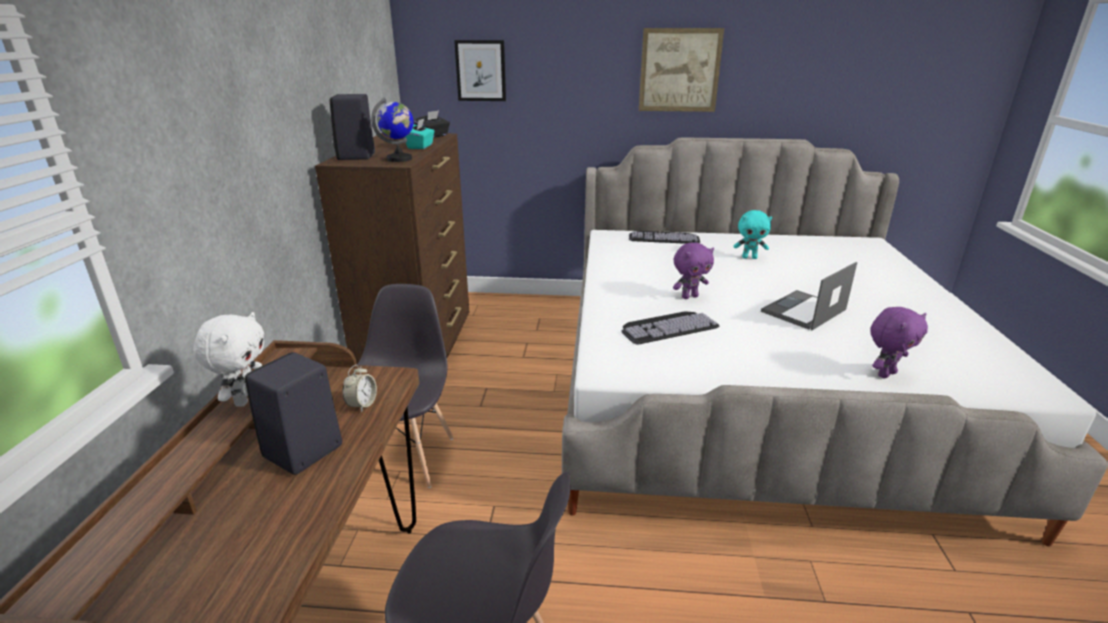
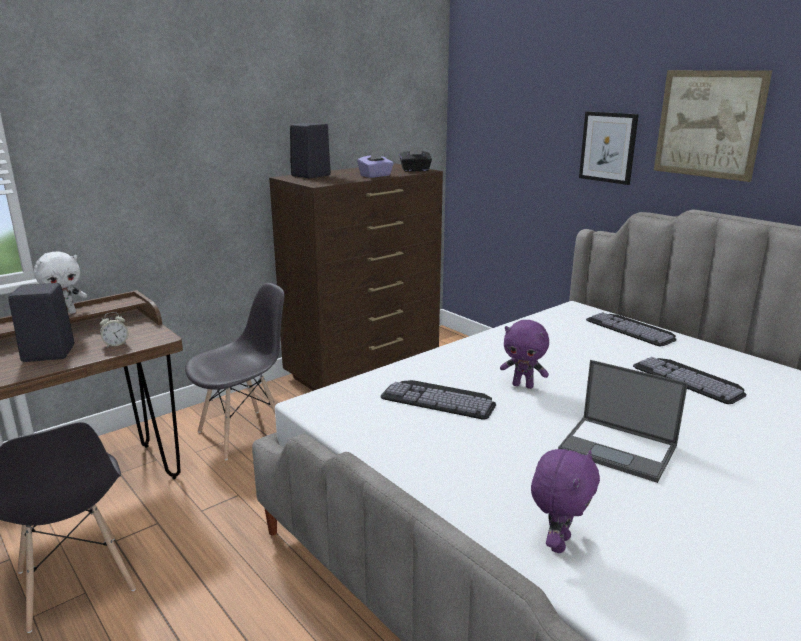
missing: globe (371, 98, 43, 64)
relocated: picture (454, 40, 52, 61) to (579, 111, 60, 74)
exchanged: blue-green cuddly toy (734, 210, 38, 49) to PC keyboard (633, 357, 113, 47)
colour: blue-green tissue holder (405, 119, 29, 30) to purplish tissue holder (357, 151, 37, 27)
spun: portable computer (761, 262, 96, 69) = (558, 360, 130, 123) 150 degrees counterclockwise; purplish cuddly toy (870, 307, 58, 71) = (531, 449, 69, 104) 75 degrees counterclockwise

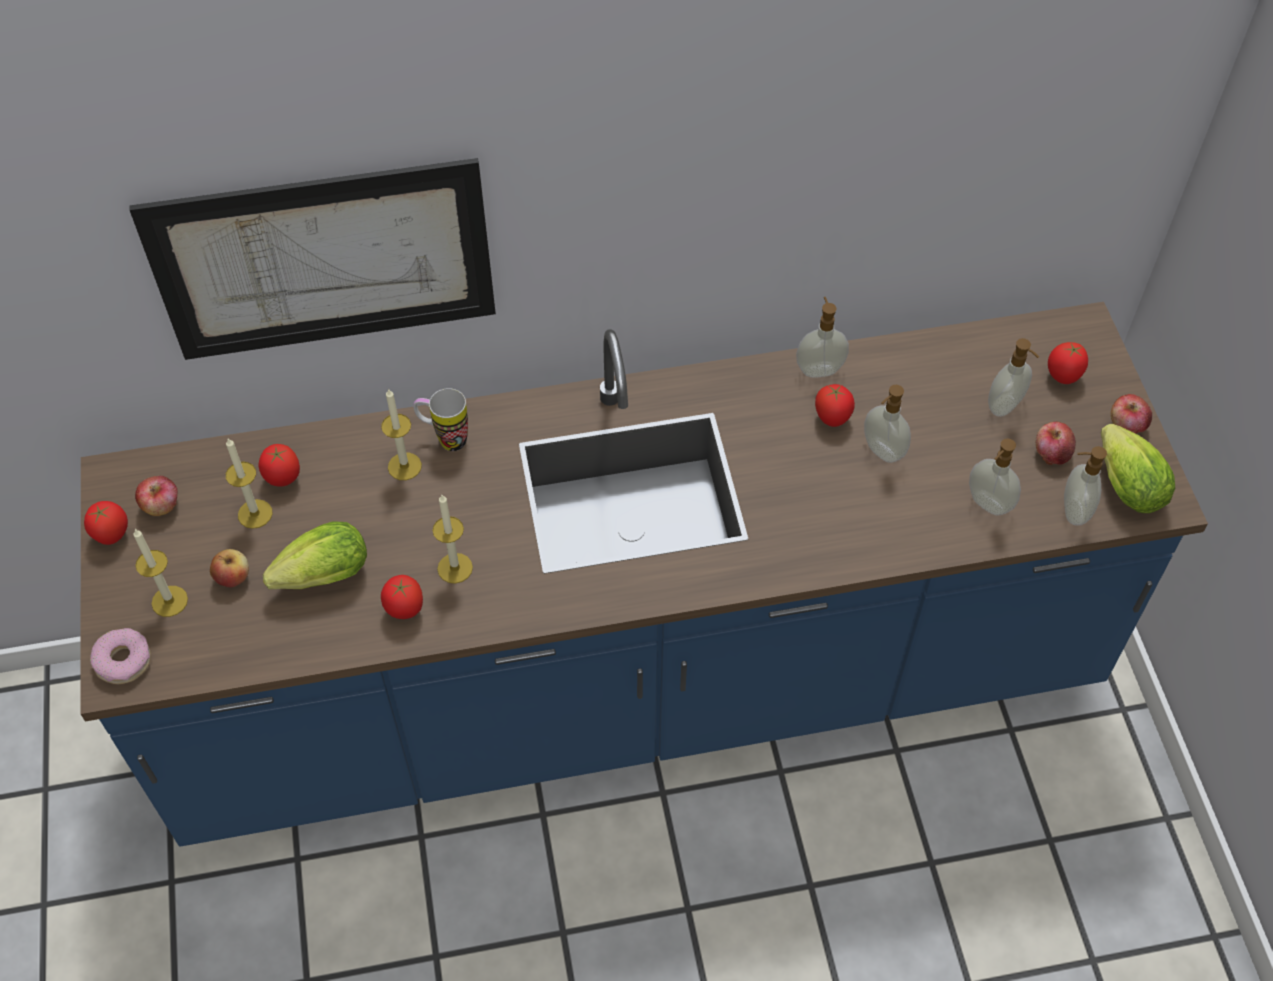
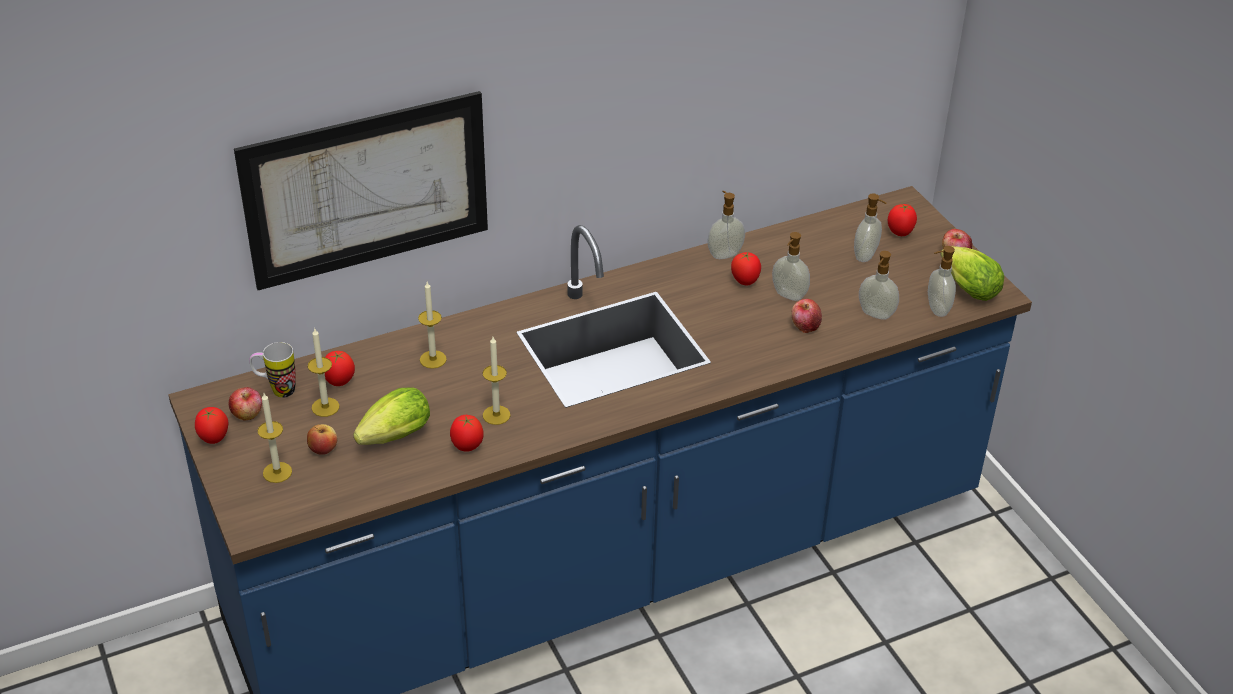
missing: doughnut (90, 628, 61, 56)
relocated: coffee mug (413, 388, 55, 63) to (249, 342, 47, 56); apple fruit (1036, 422, 40, 43) to (791, 299, 31, 34)

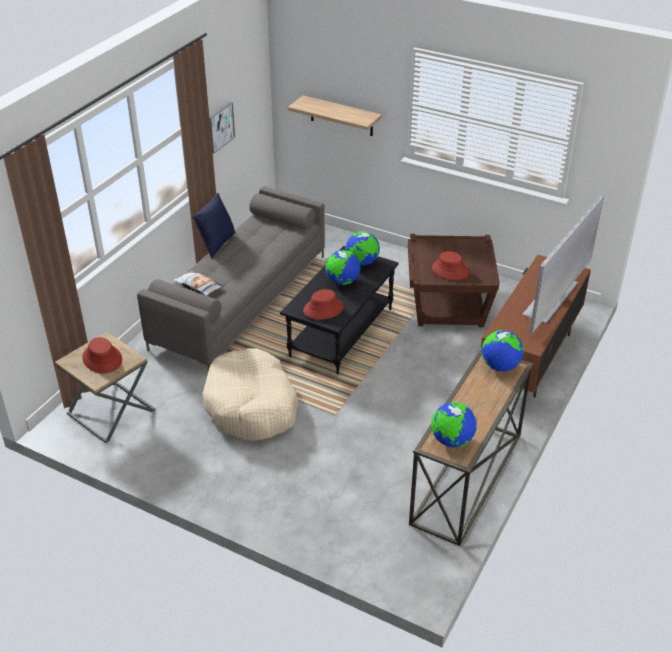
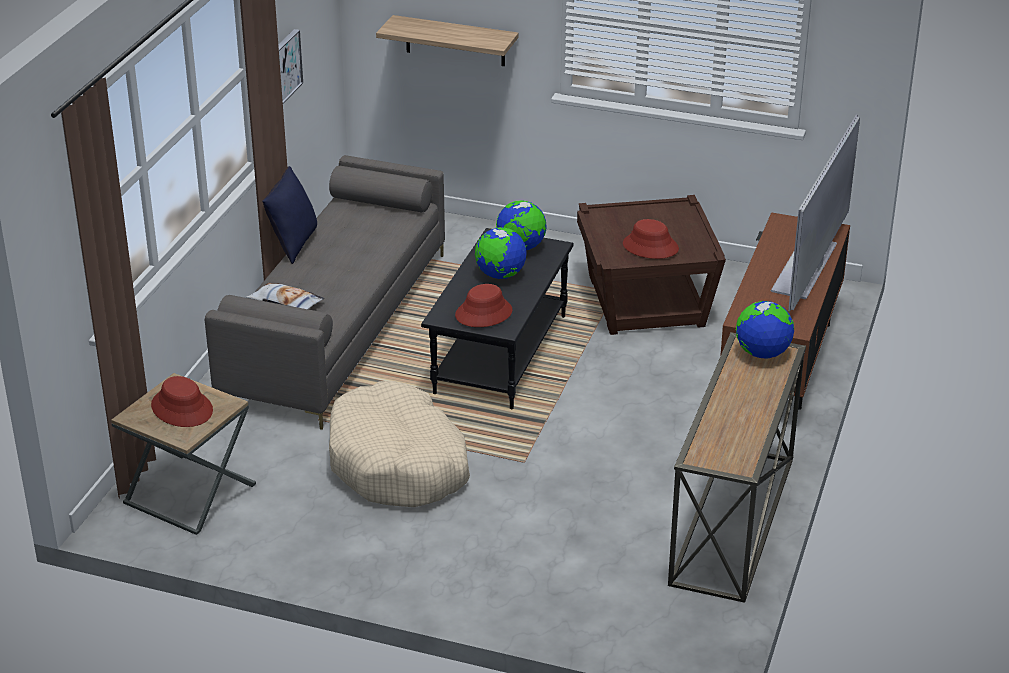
missing: globe (431, 402, 46, 46)

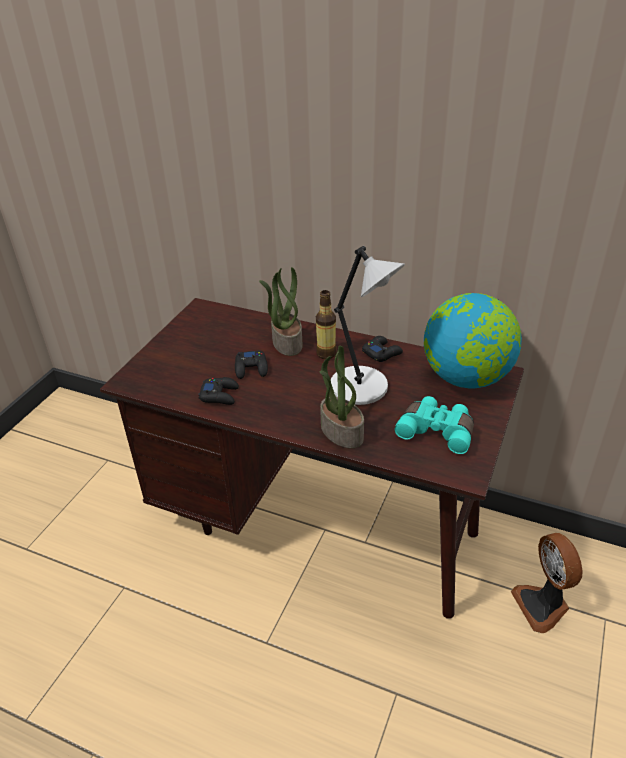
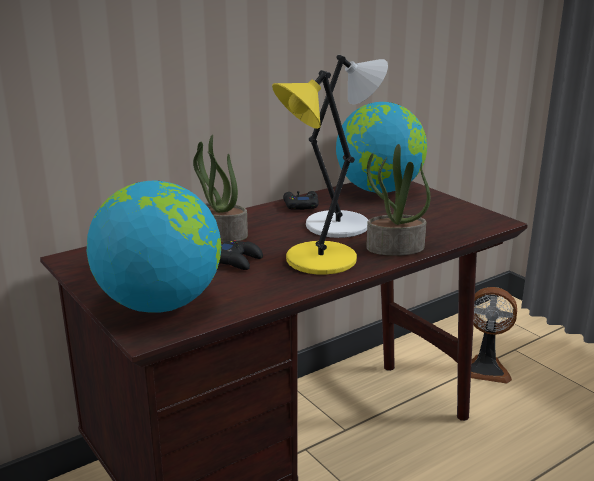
missing: bottle (316, 290, 21, 69); black game controller (198, 377, 41, 28); blue-green field glasses (395, 396, 79, 58)
appeared: yellowish lamp for a table (272, 70, 85, 205); globe (87, 181, 134, 132)

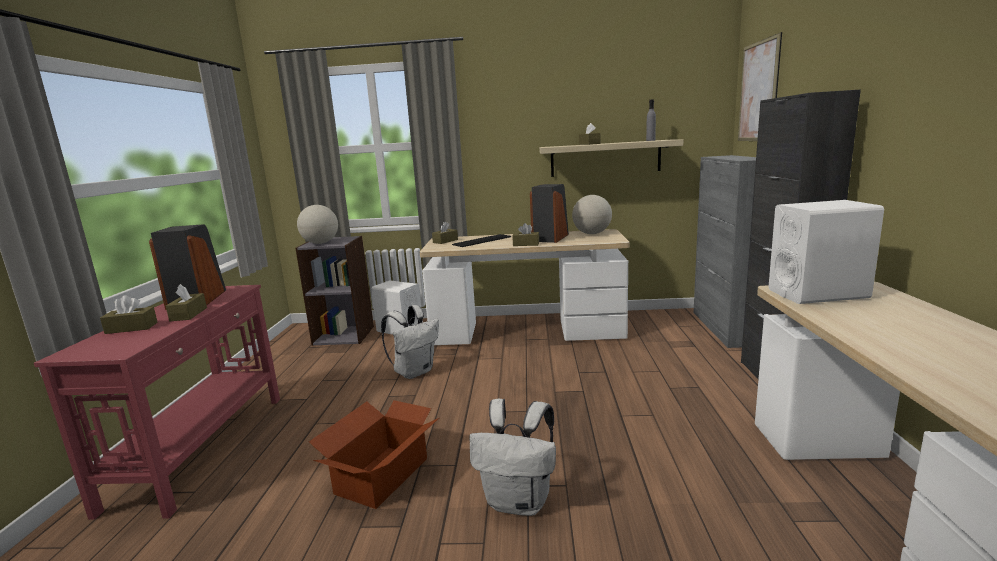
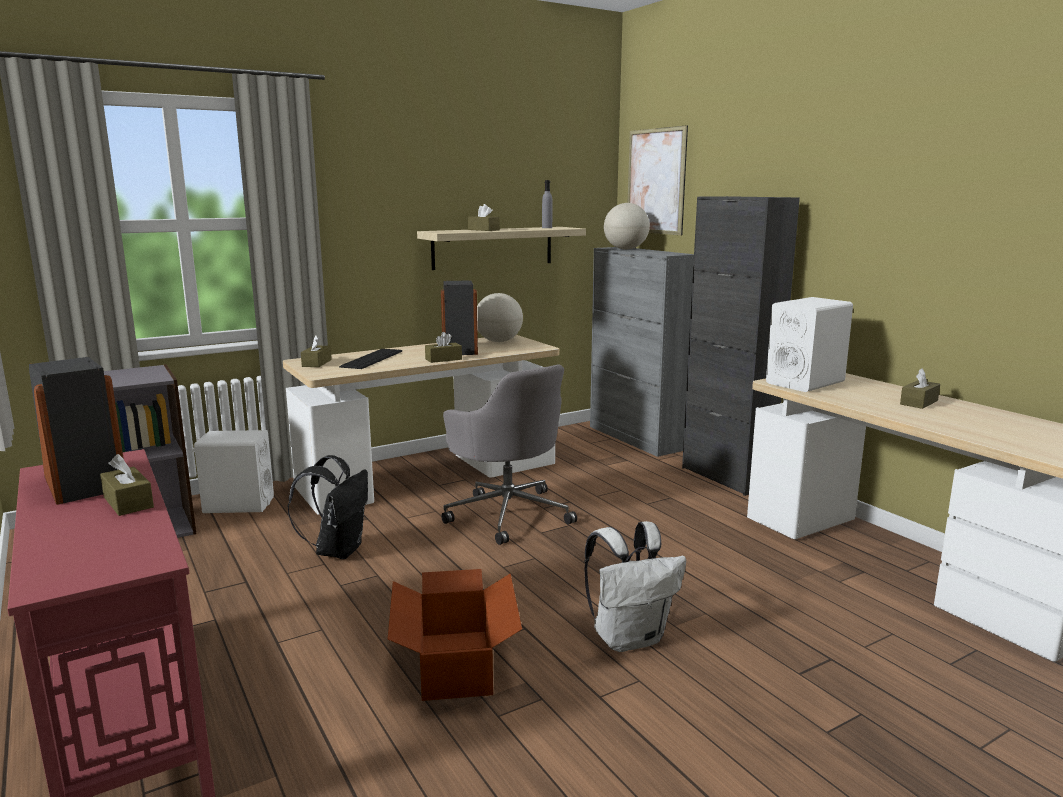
appeared: grey desk chair (441, 365, 136, 180)
relocated: globe (297, 205, 41, 39) to (604, 203, 46, 47); brown tissue holder (100, 295, 57, 39) to (900, 368, 40, 41)
colour: white knapsack (381, 305, 58, 74) to black knapsack (288, 455, 80, 104)

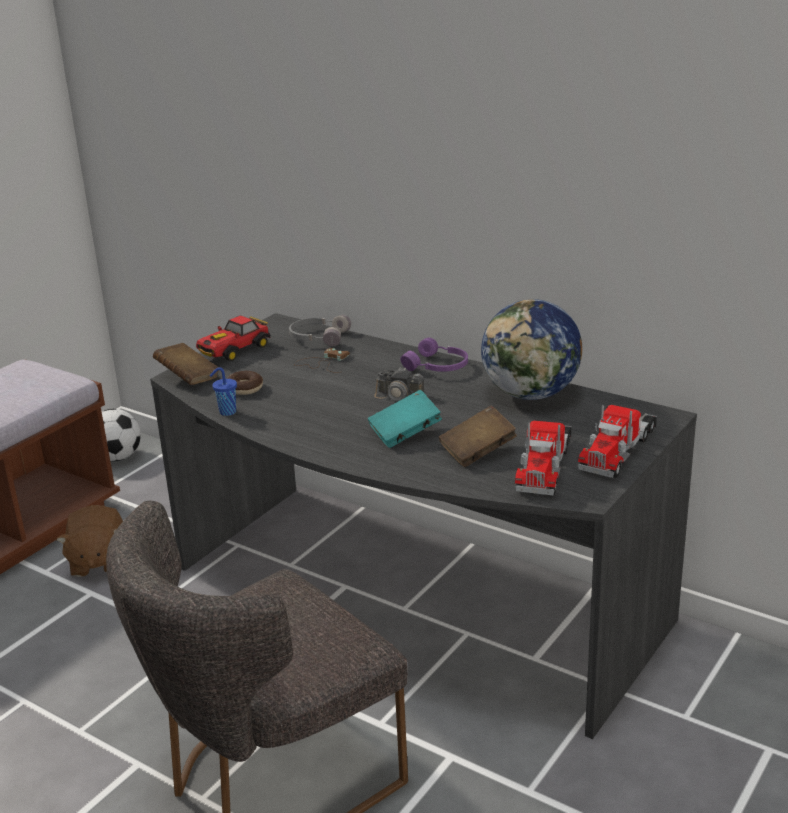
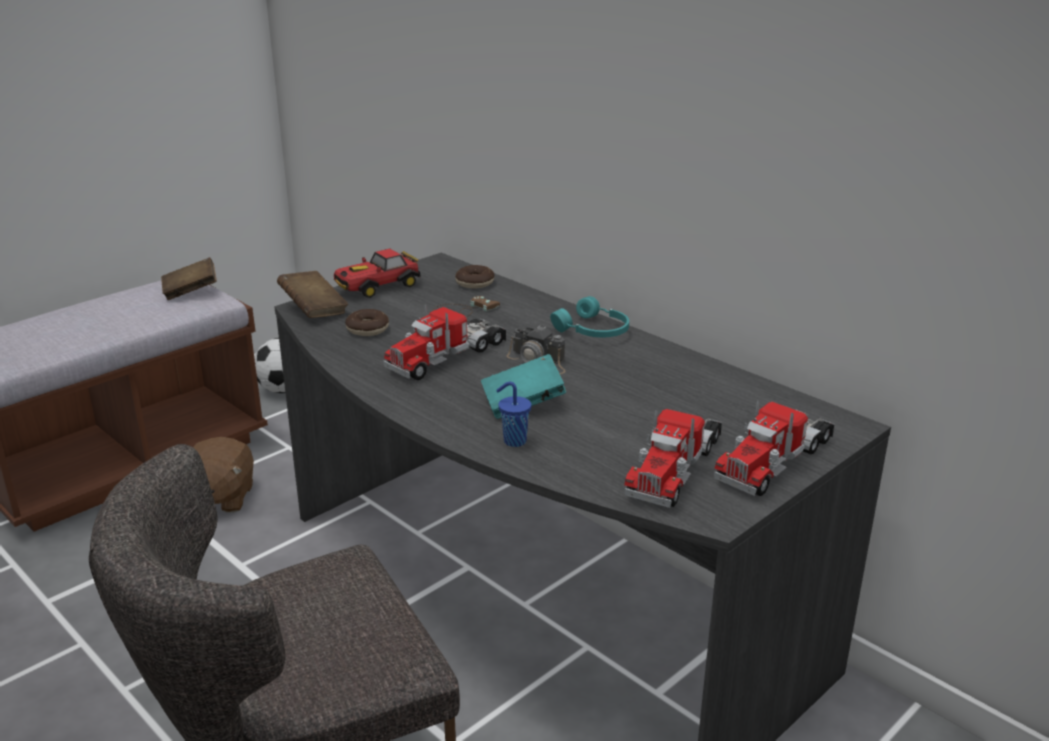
missing: globe (481, 299, 101, 101)
appeared: toy truck (383, 304, 123, 76)
relocated: blue small cup (210, 367, 27, 49) to (496, 382, 35, 65); brown bound book (439, 406, 78, 61) to (161, 257, 56, 43)
exchanged: grey headset (289, 315, 62, 31) to doughnut (455, 265, 40, 23)
colour: purplish headset (400, 338, 68, 34) to blue-green headset (550, 296, 79, 42)

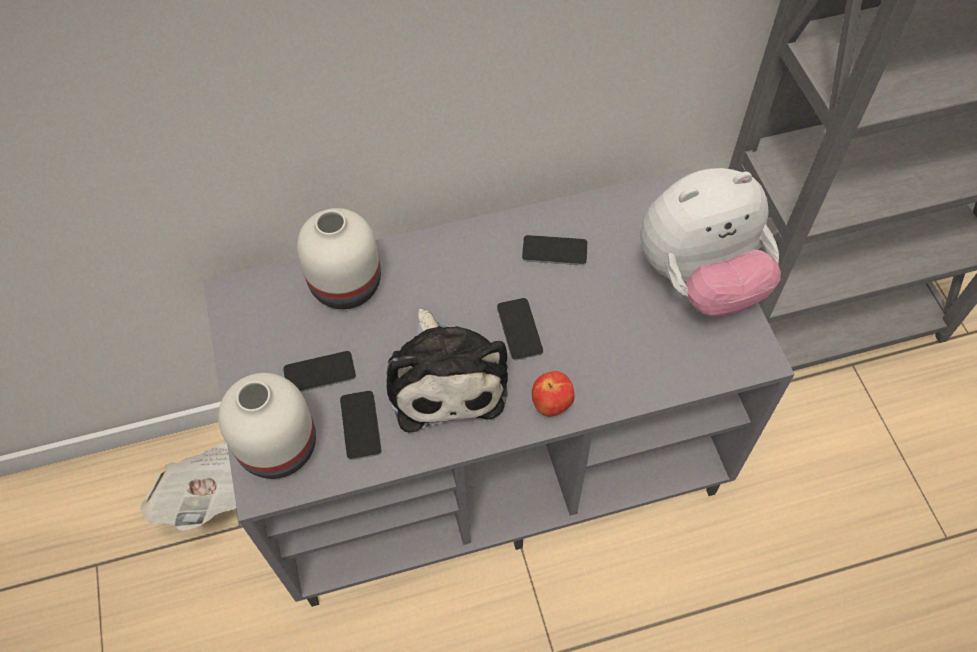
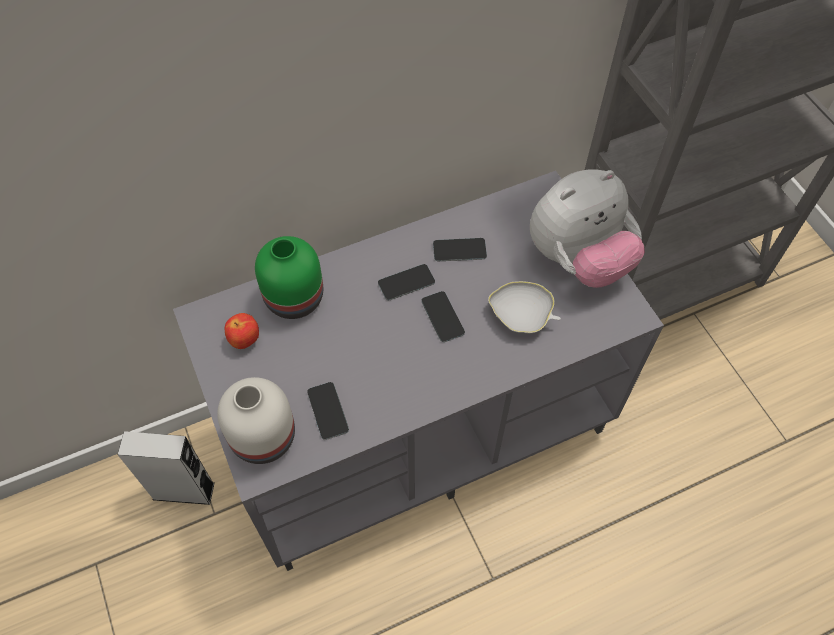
missing: cuddly toy (386, 309, 122, 123)
appeared: white bowl (488, 281, 73, 52)
relocated: telephone (283, 351, 73, 41) to (378, 264, 57, 36); apple fruit (532, 371, 42, 45) to (224, 313, 35, 36)
exchanged: newspaper (141, 442, 96, 89) to grey speaker (117, 431, 98, 74)
colour: white vase (297, 208, 84, 101) to green vase (255, 236, 68, 83)

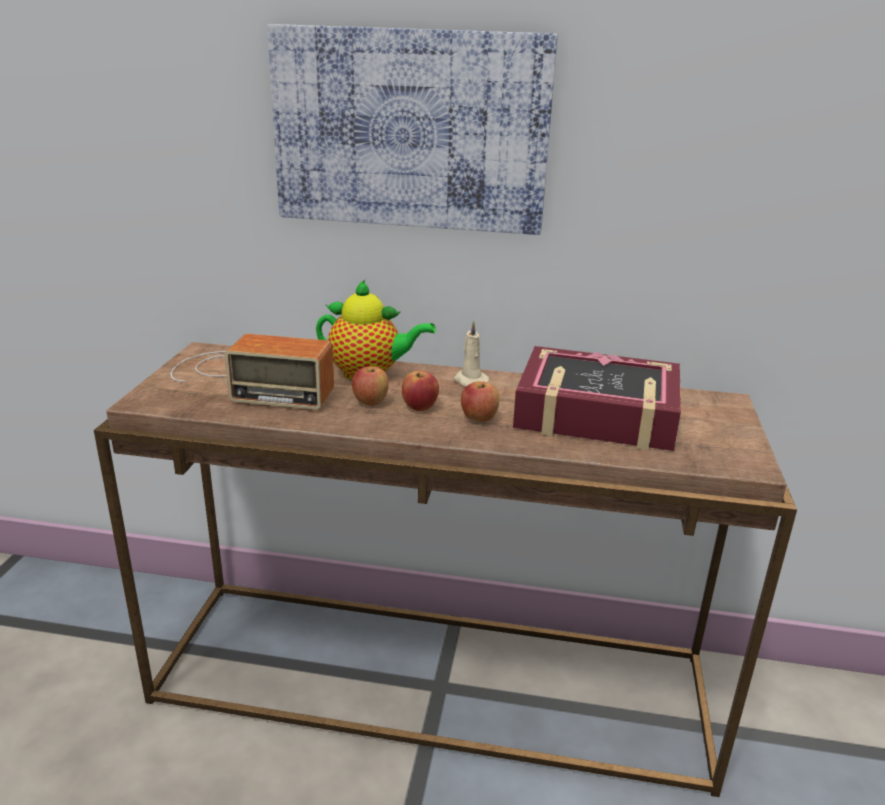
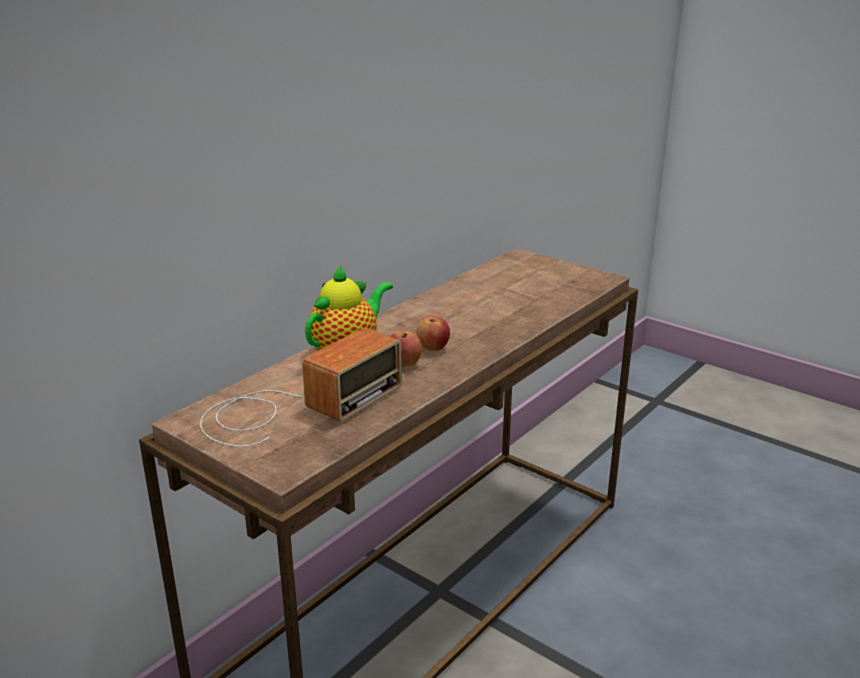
missing: picture (267, 24, 291, 211); sand-coloured candle (454, 321, 35, 66); bound book (513, 346, 168, 105); apple fruit (461, 381, 38, 41)

